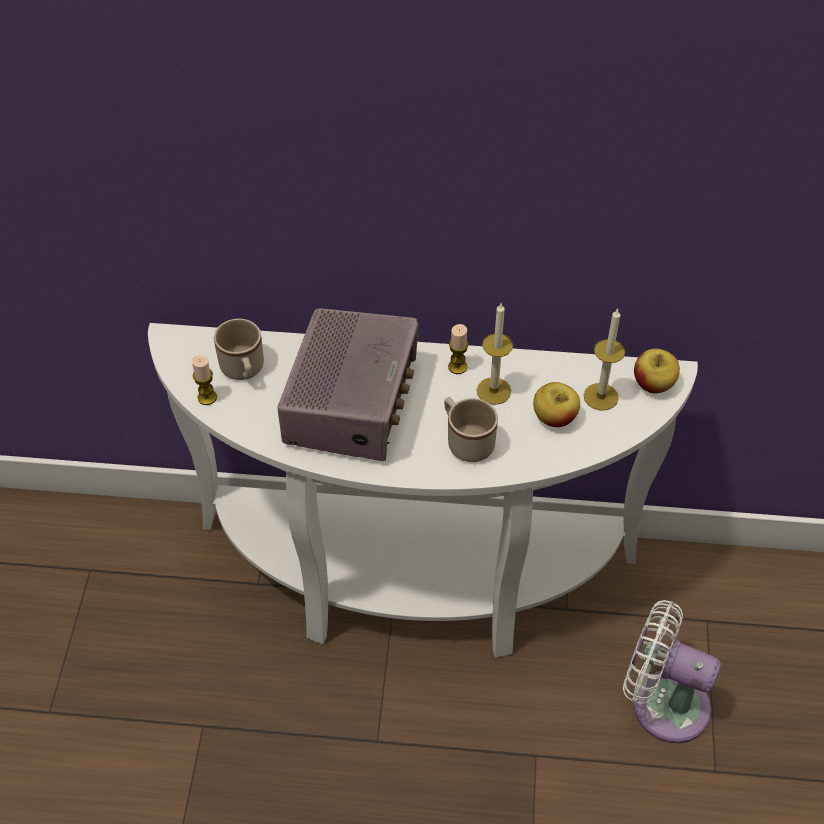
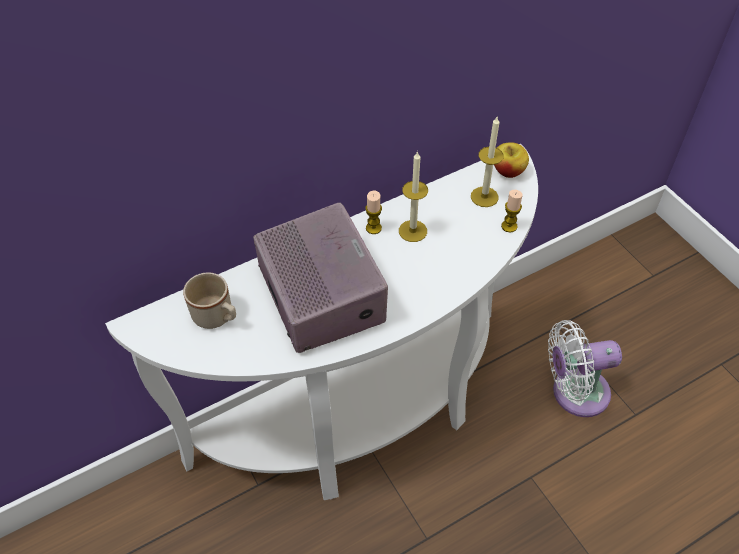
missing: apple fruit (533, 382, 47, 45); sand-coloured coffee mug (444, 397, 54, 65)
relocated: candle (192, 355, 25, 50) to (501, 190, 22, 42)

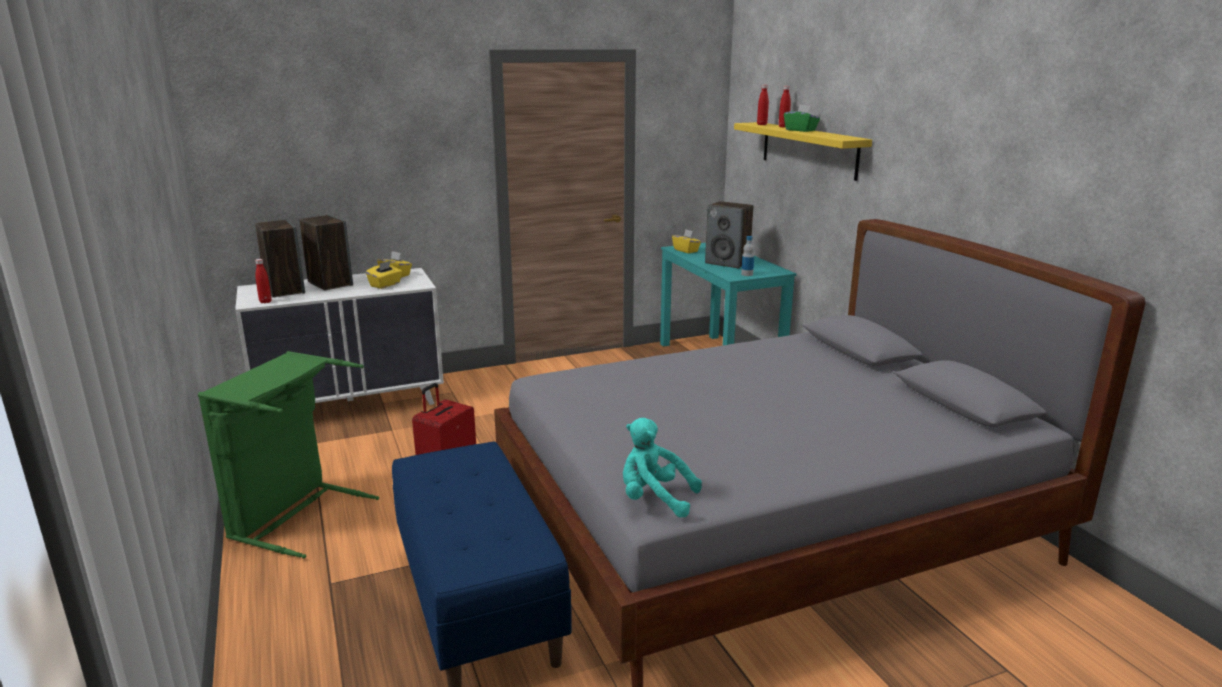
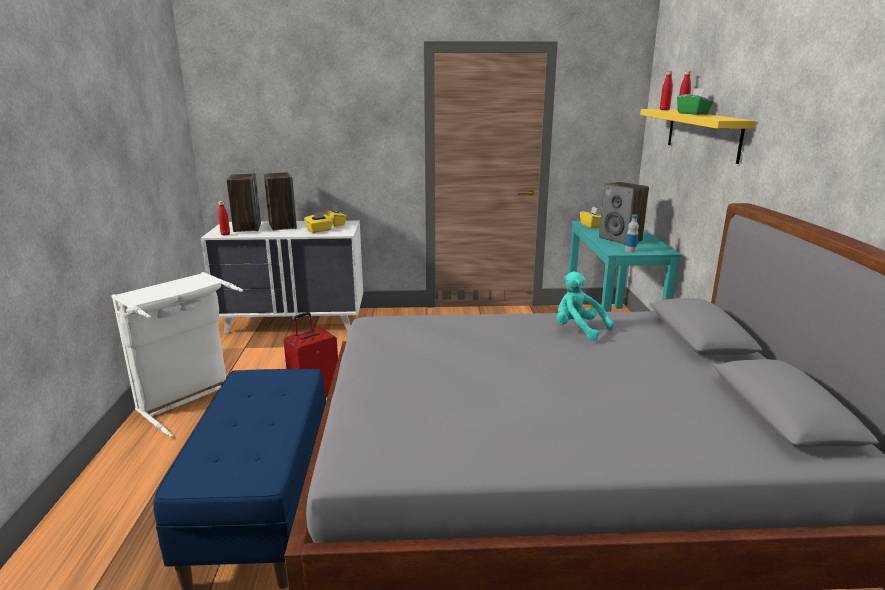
relocated: blue-green cuddly toy (623, 418, 79, 100) to (556, 271, 58, 70)
colour: green washing basket (198, 351, 181, 208) to white washing basket (111, 272, 132, 166)

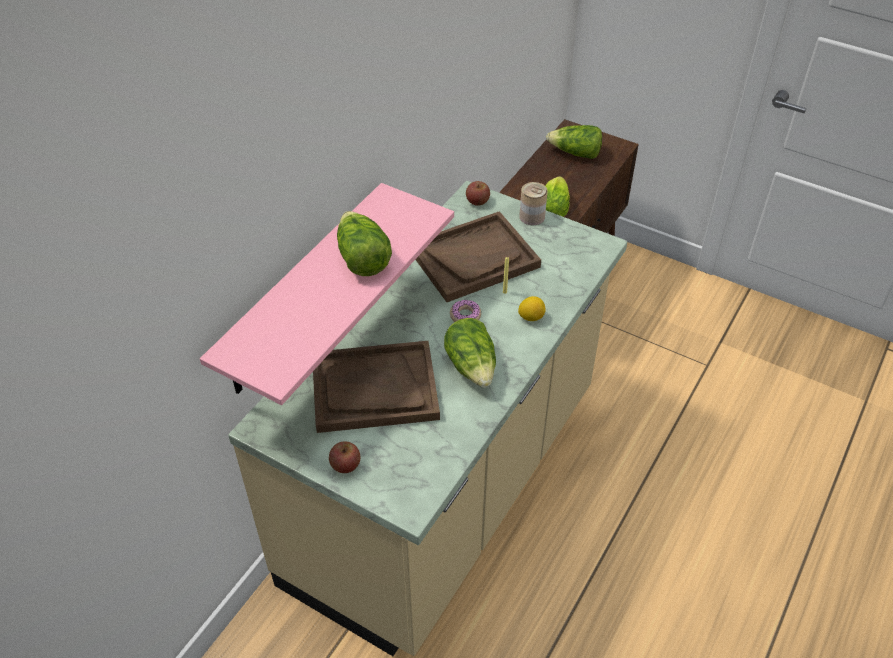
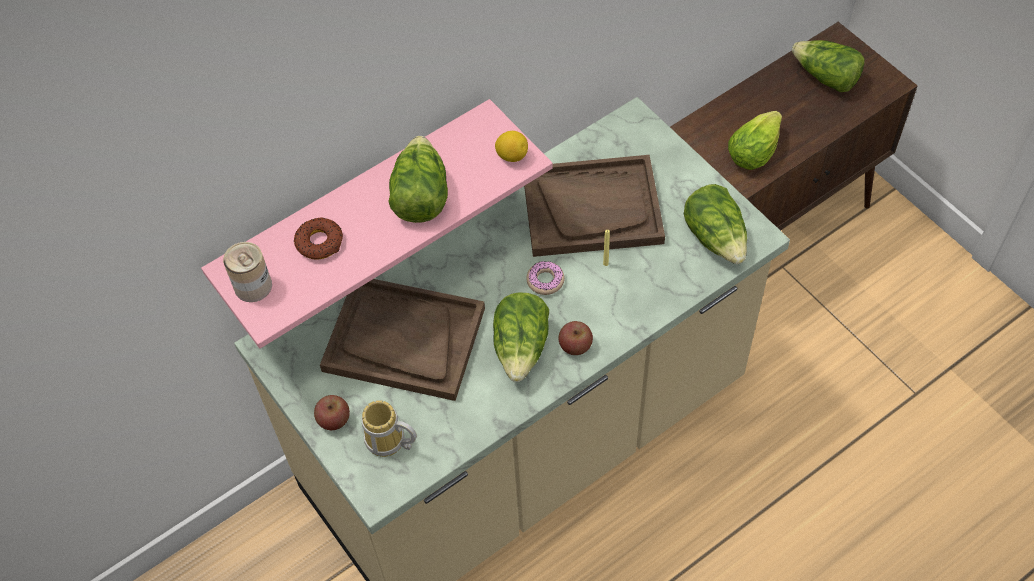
appeared: lettuce head (684, 184, 63, 80); doughnut (294, 218, 49, 41); coffee mug (362, 400, 55, 57)
relocated: apple fruit (466, 181, 24, 25) to (559, 321, 34, 34); can (519, 182, 29, 43) to (223, 242, 49, 60); citrus fruit (518, 296, 27, 25) to (495, 131, 33, 31)

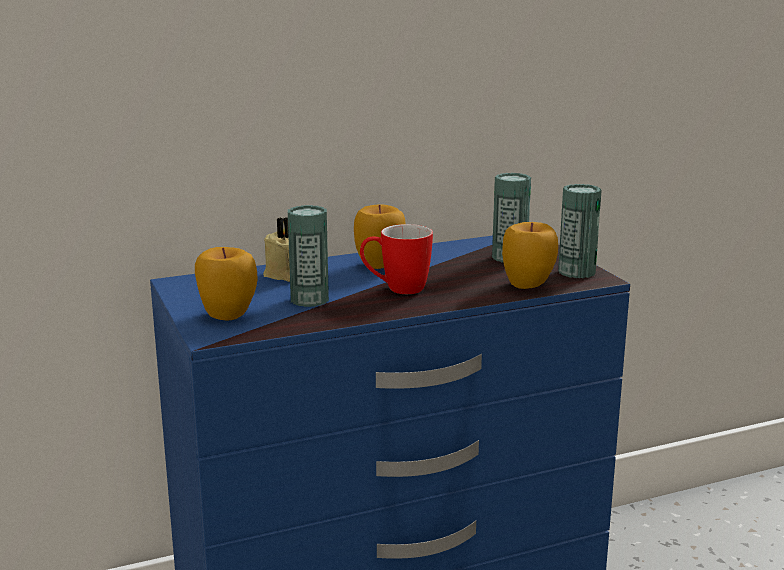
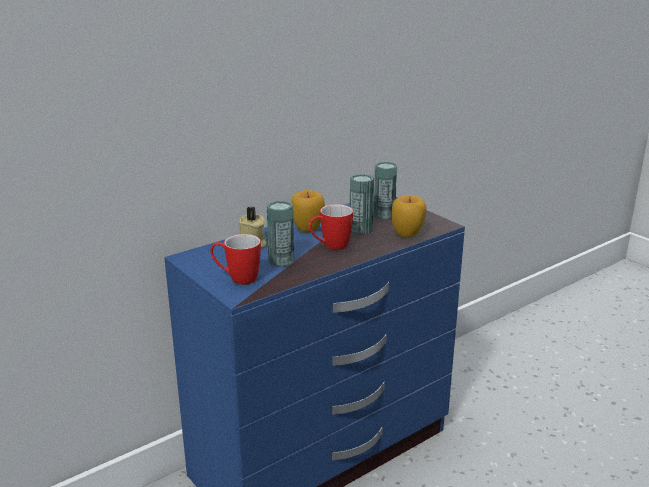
relocated: can (558, 184, 43, 94) to (350, 174, 24, 60)
exchanged: apple fruit (195, 247, 63, 73) to coffee mug (210, 234, 51, 51)

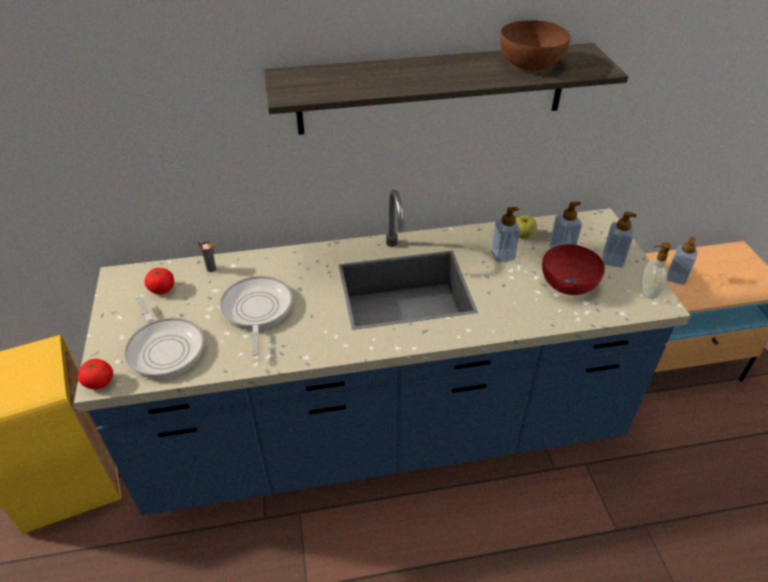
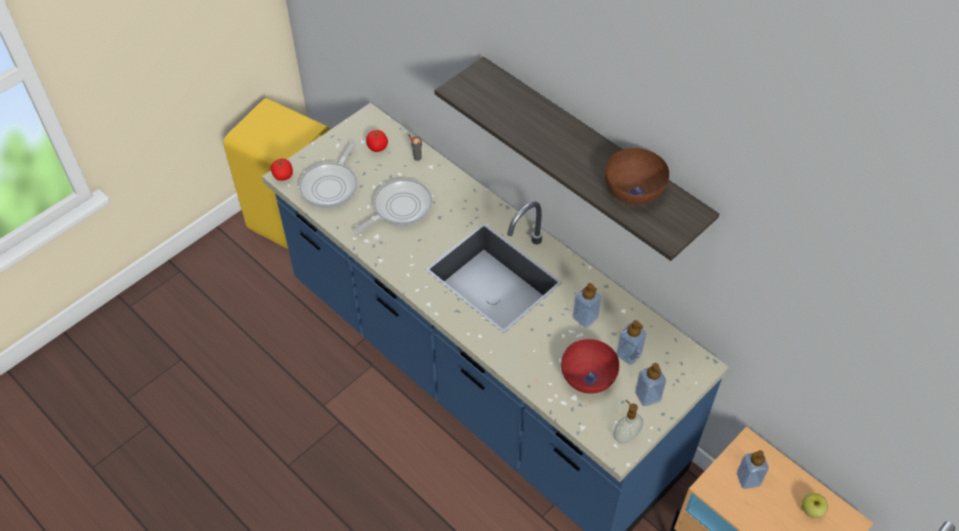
relocated: apple fruit (516, 215, 21, 24) to (801, 493, 27, 25)

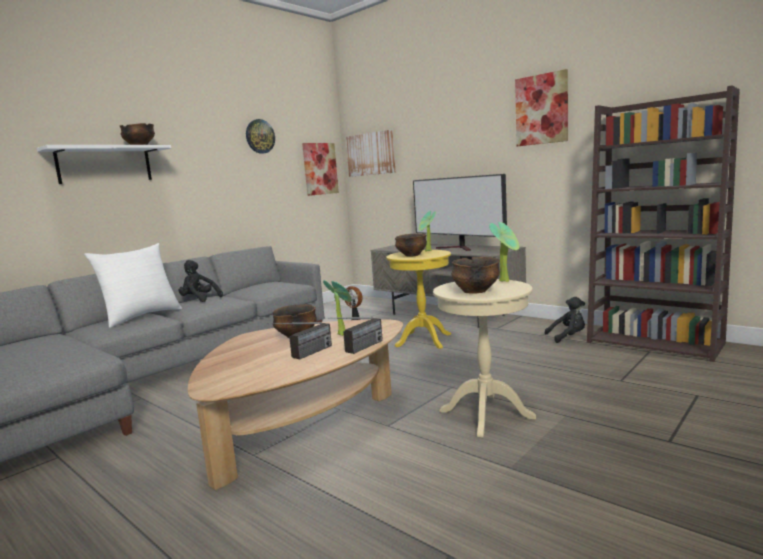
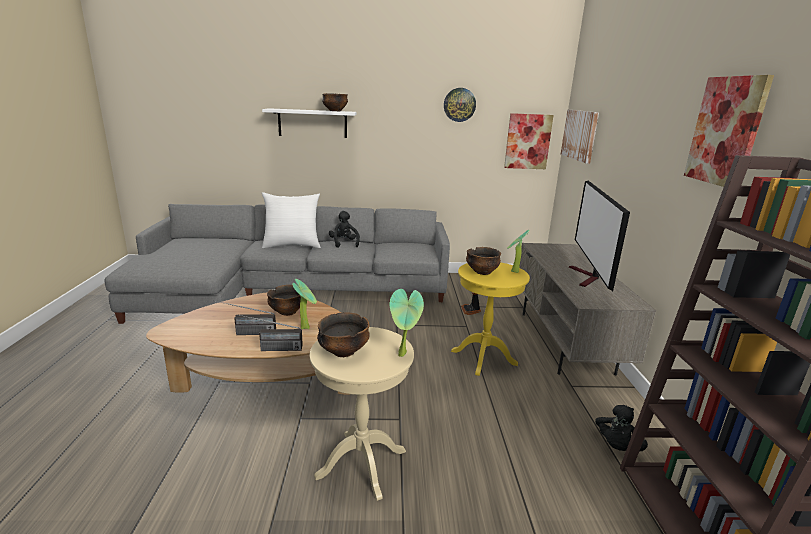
spun: black cuddly toy (545, 297, 40, 46) = (595, 405, 53, 46) 75 degrees clockwise

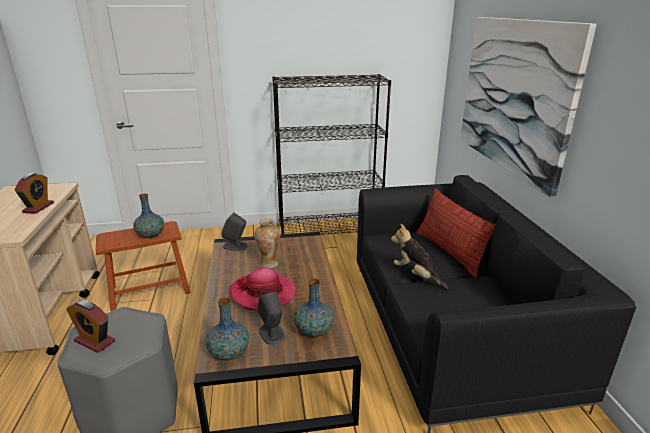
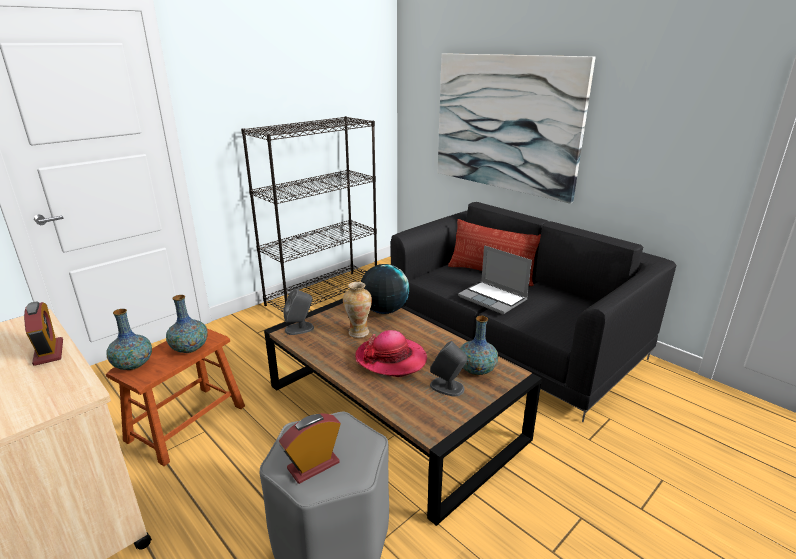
appeared: globe (361, 264, 48, 50)
relocated: vase (206, 298, 43, 63) to (106, 309, 46, 61)
exchanged: cuddly toy (391, 224, 57, 65) to portable computer (458, 245, 74, 69)
spun: bedside clock (67, 300, 48, 53) = (279, 413, 62, 71) 150 degrees clockwise

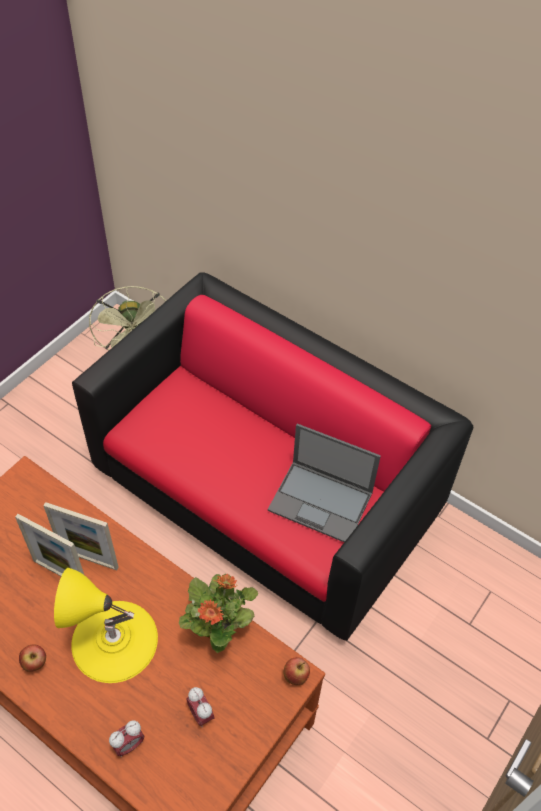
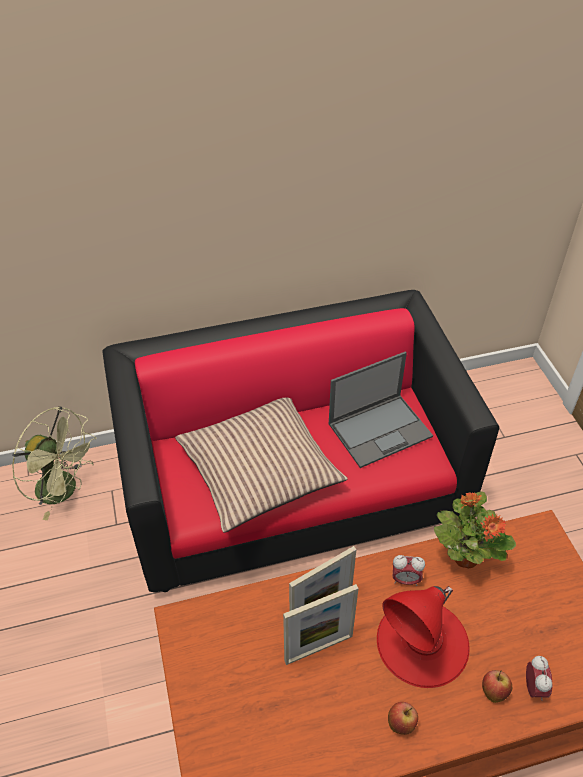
appeared: cushion (175, 398, 173, 135)
relocated: apple fruit (284, 657, 26, 28) to (482, 670, 30, 33); bedside clock (186, 687, 29, 40) to (392, 555, 33, 31)
colour: yellowish lamp for a table (54, 568, 104, 115) to red-coloured lamp for a table (377, 586, 93, 102)

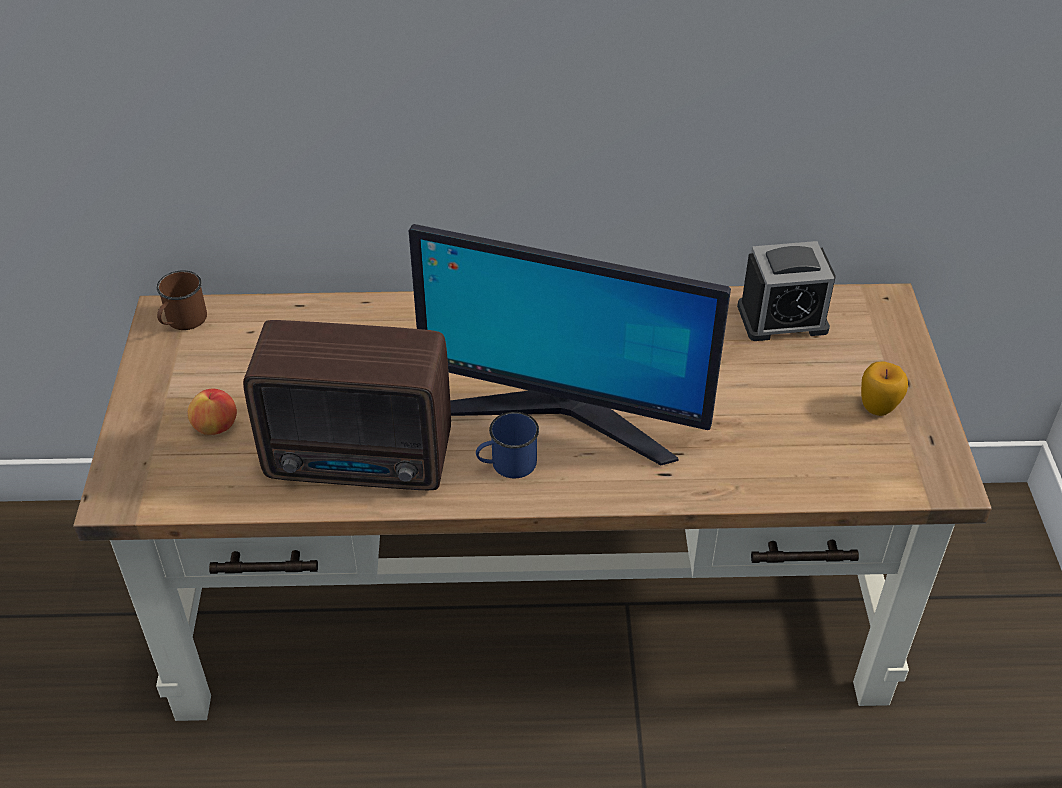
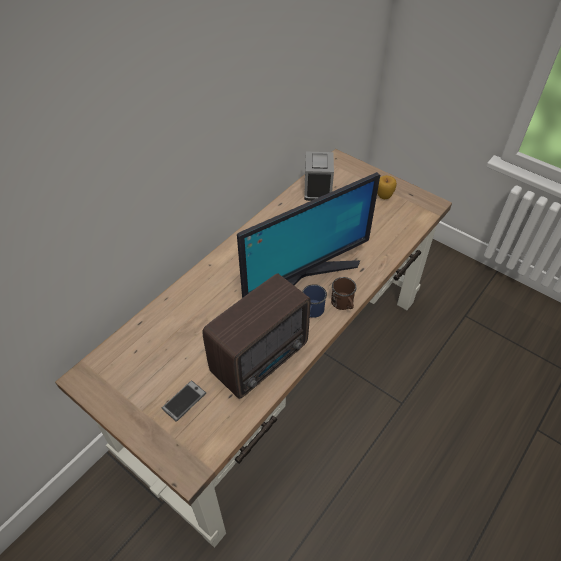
relocated: brown coffee mug (157, 270, 50, 60) to (331, 277, 26, 33)
exchanged: apple fruit (188, 389, 49, 46) to telephone (162, 380, 44, 42)
spun: bedside clock (737, 241, 99, 100) = (304, 152, 30, 49) 150 degrees clockwise

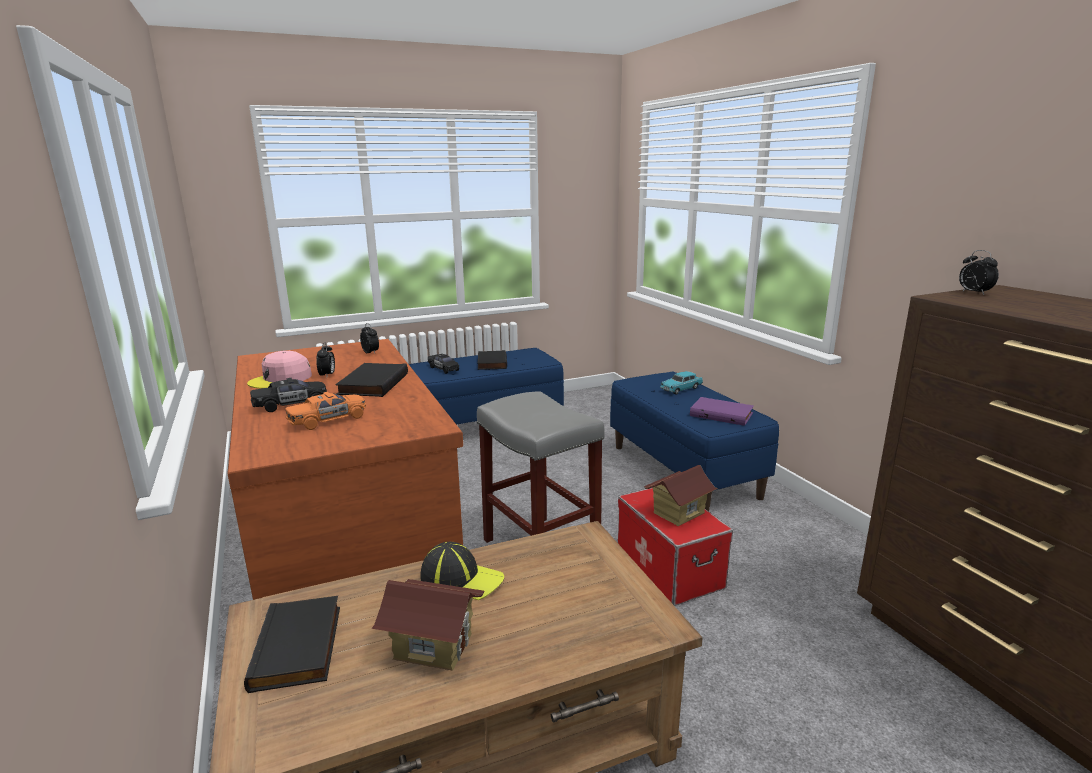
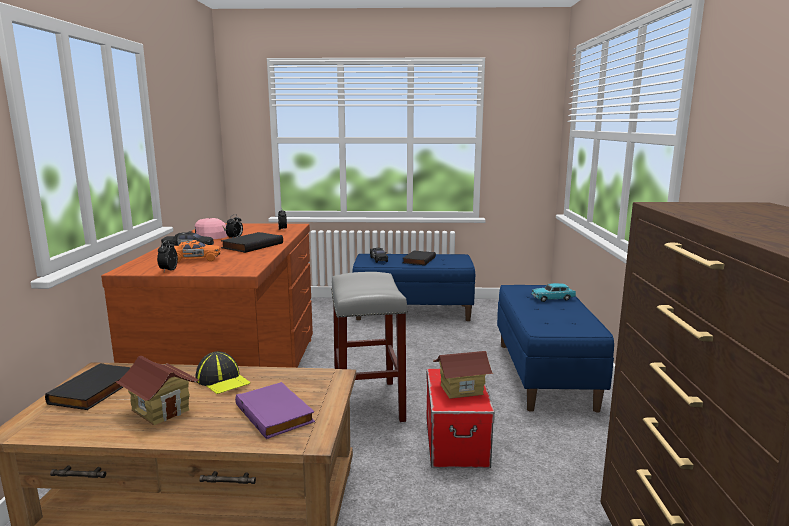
relocated: bedside clock (959, 250, 40, 44) to (157, 240, 21, 32); purplish bound book (690, 397, 64, 29) to (235, 382, 80, 57)

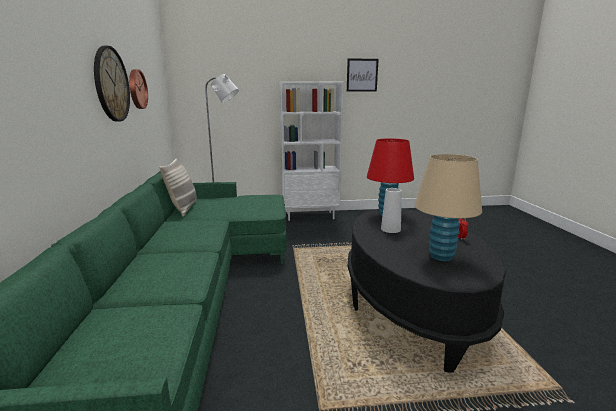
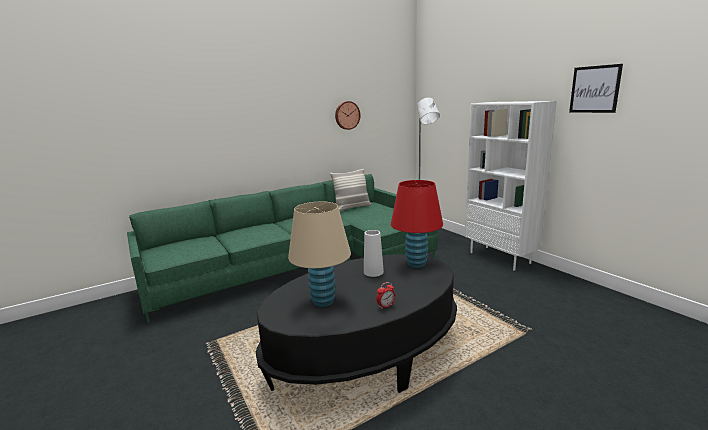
missing: clock on the wall (94, 46, 36, 75)

